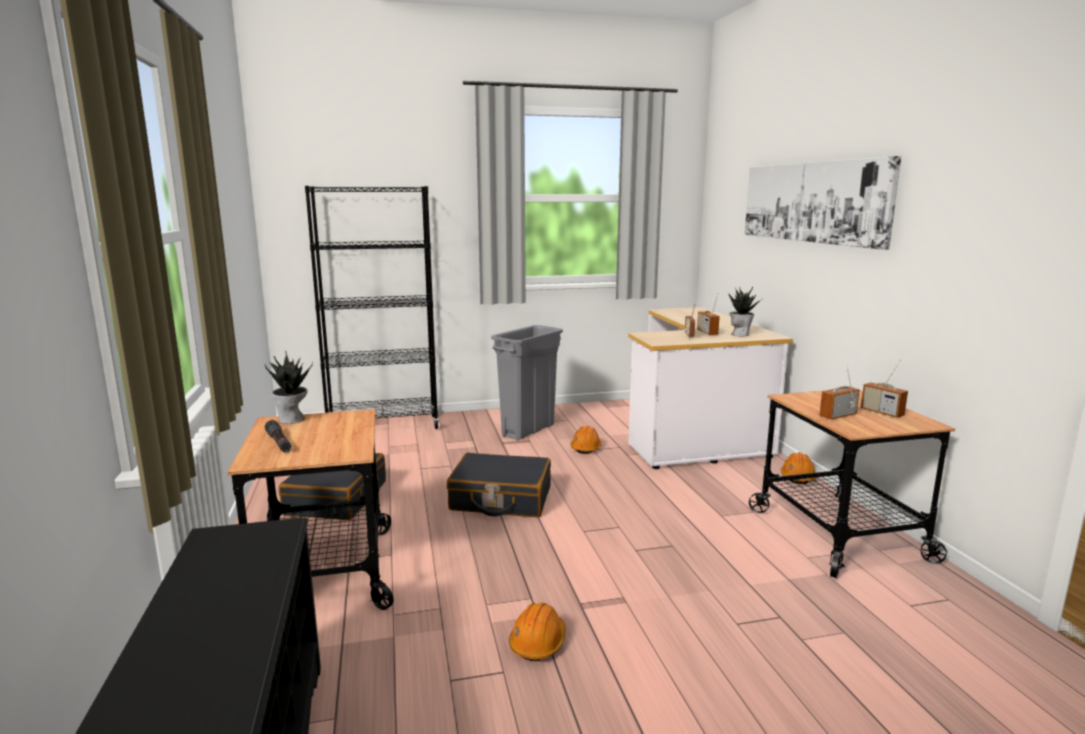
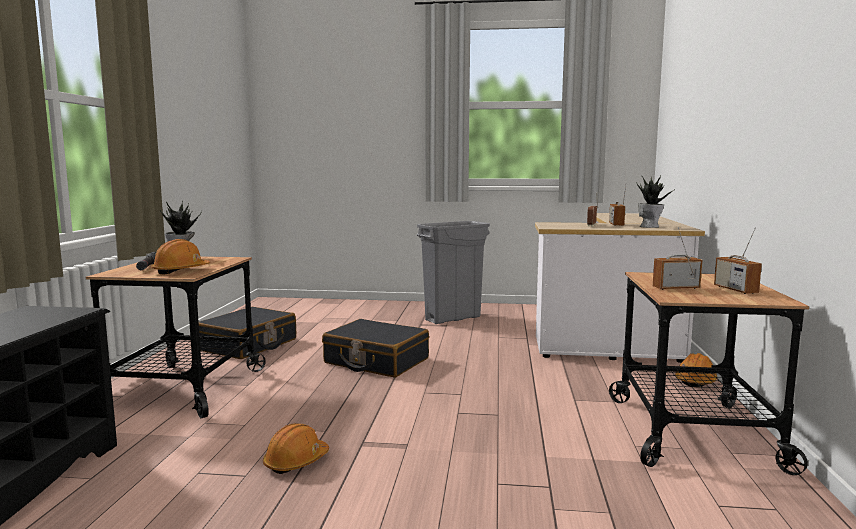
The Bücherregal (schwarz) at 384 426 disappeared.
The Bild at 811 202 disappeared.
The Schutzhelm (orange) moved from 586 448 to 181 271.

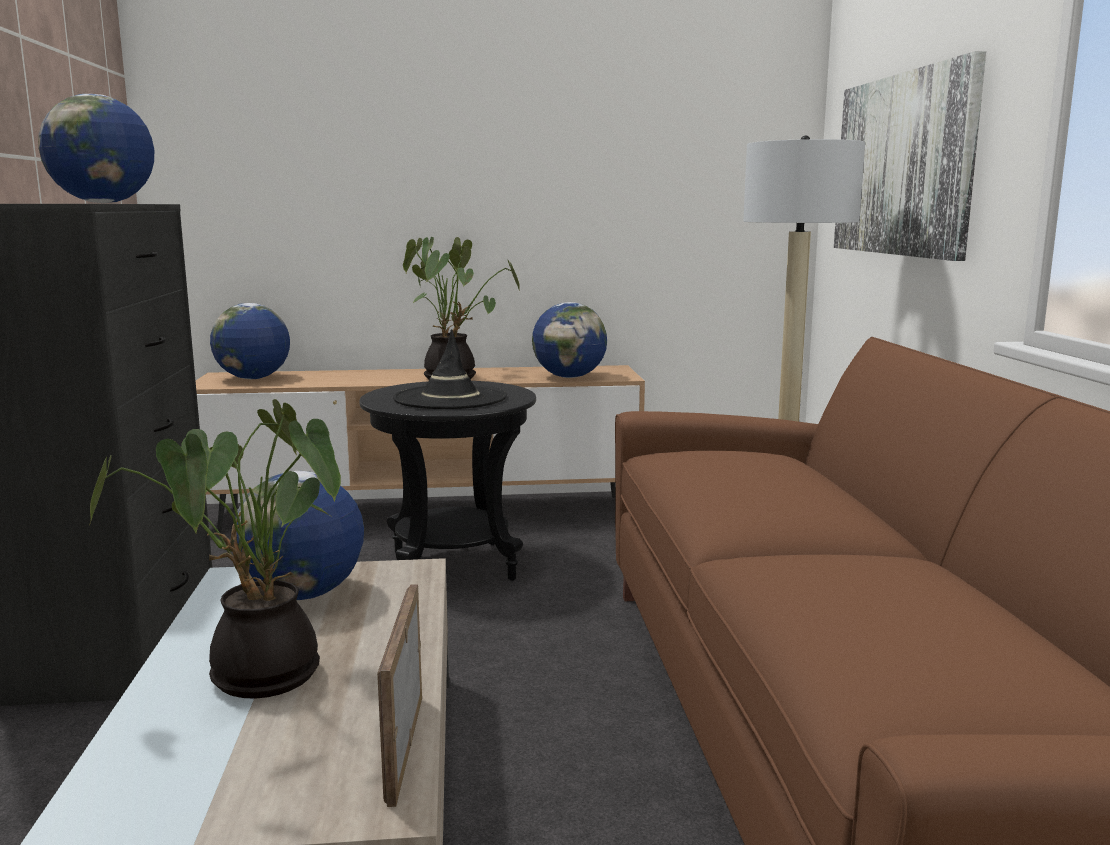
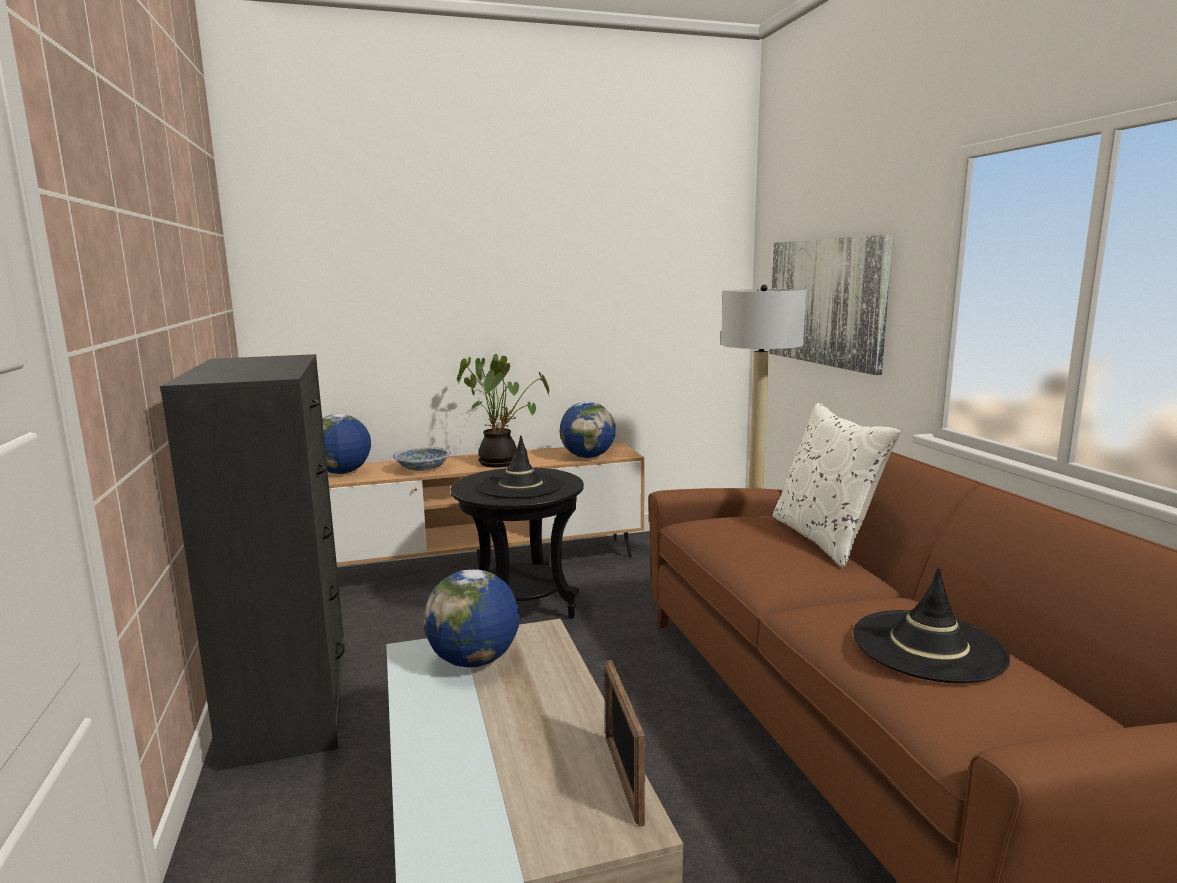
The Globus at 104 203 disappeared.
The Topfpflanze at 255 678 disappeared.
The Schüssel at 423 469 appeared.
The Kissen (weiß) at 825 538 appeared.
The Hut (schwarz) at 928 646 appeared.

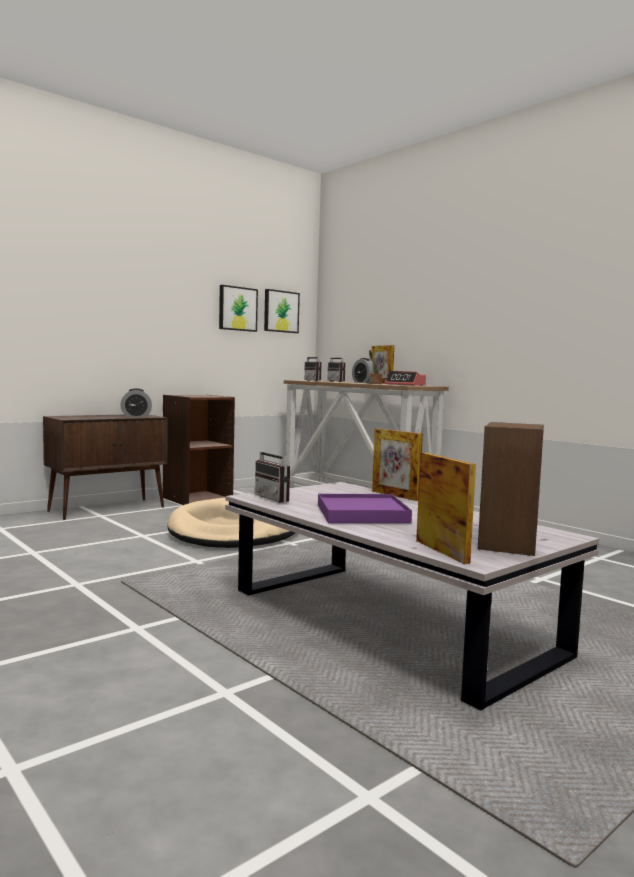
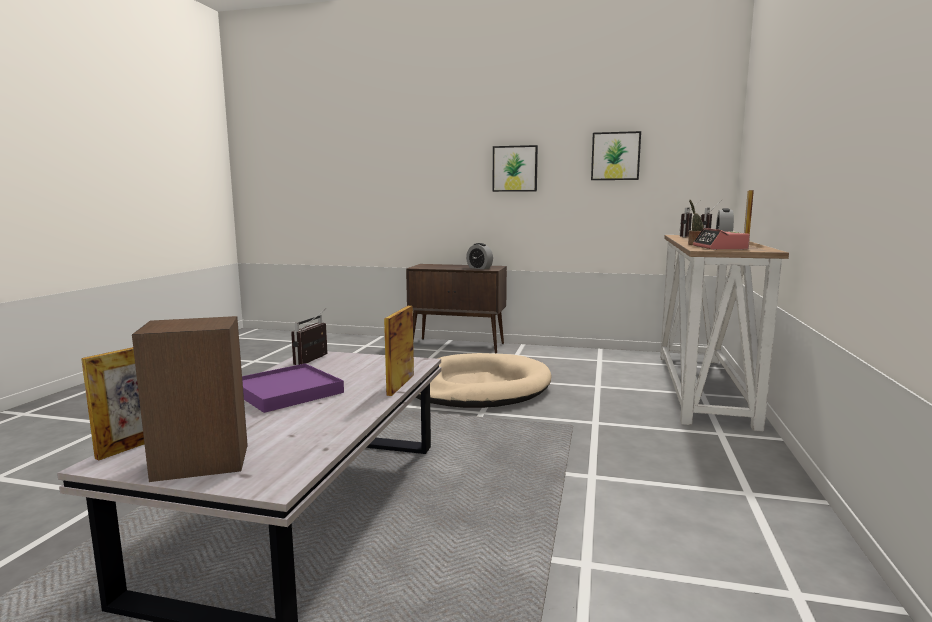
The Bücherregal (braun) at 197 499 disappeared.
The Bild moved from 280 311 to 515 169.

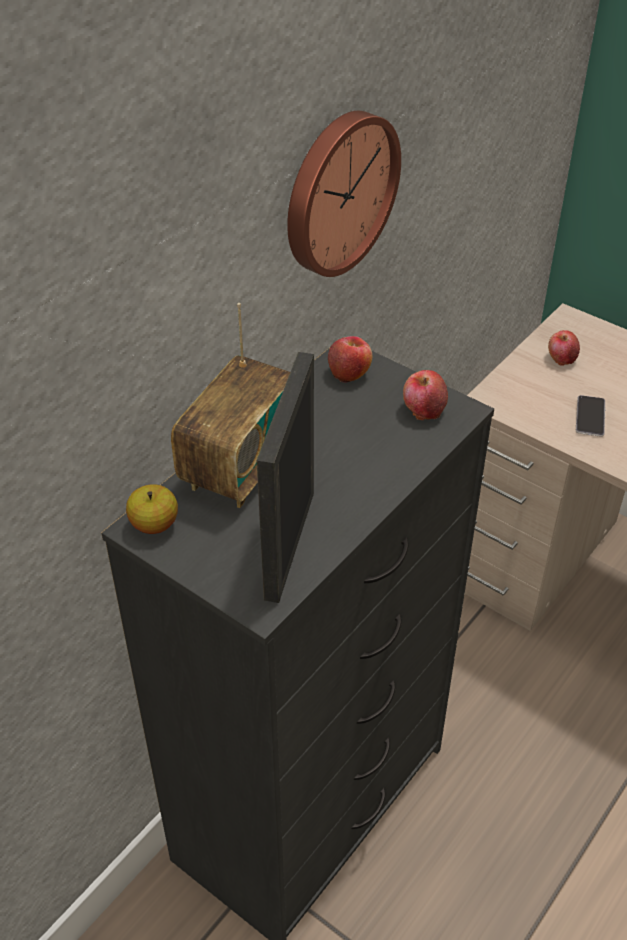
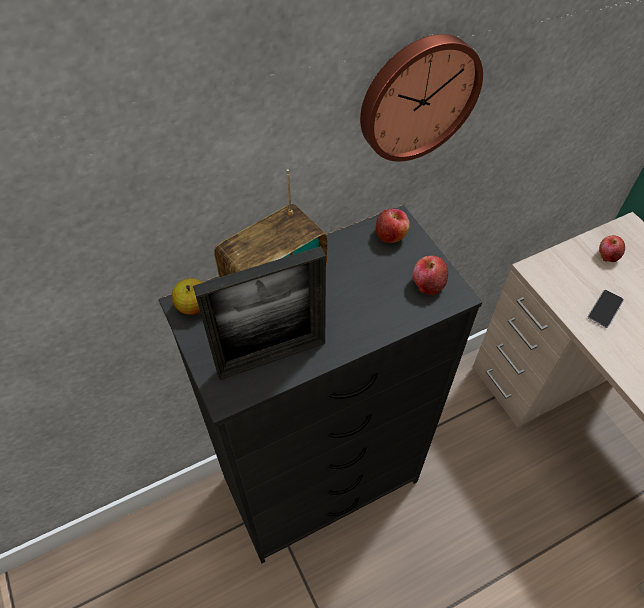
The Bilderrahmen at 289 544 turned 150 degrees counterclockwise.

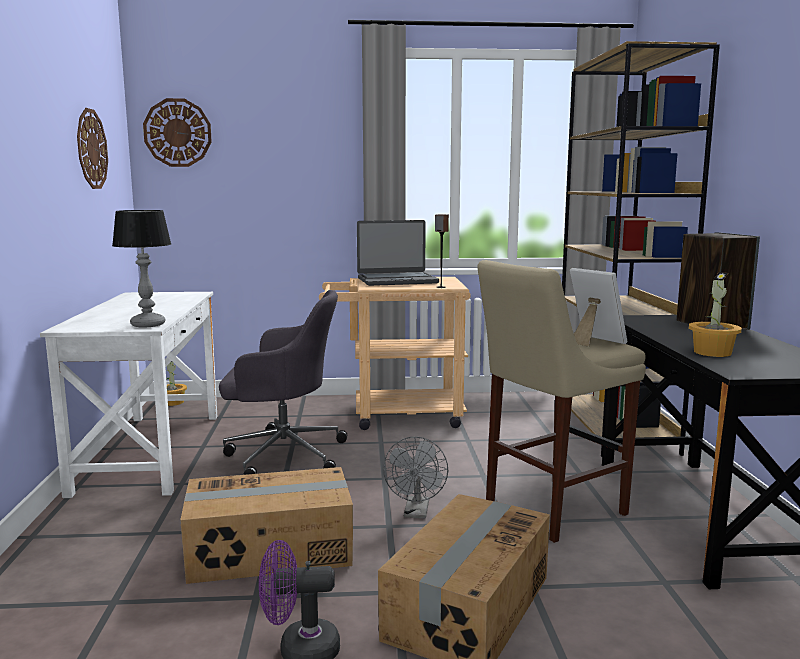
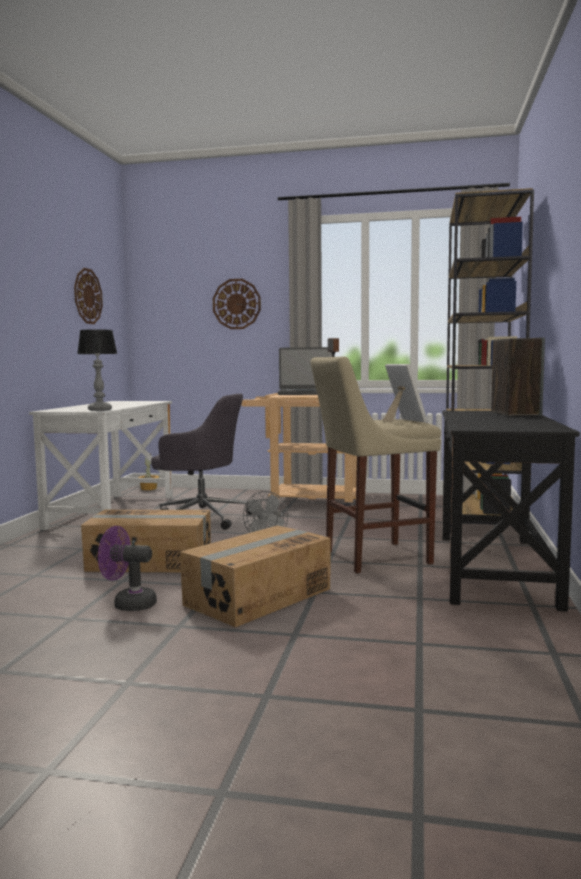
The Topfpflanze at 713 352 disappeared.
The Wanduhr moved from 177 133 to 236 304.

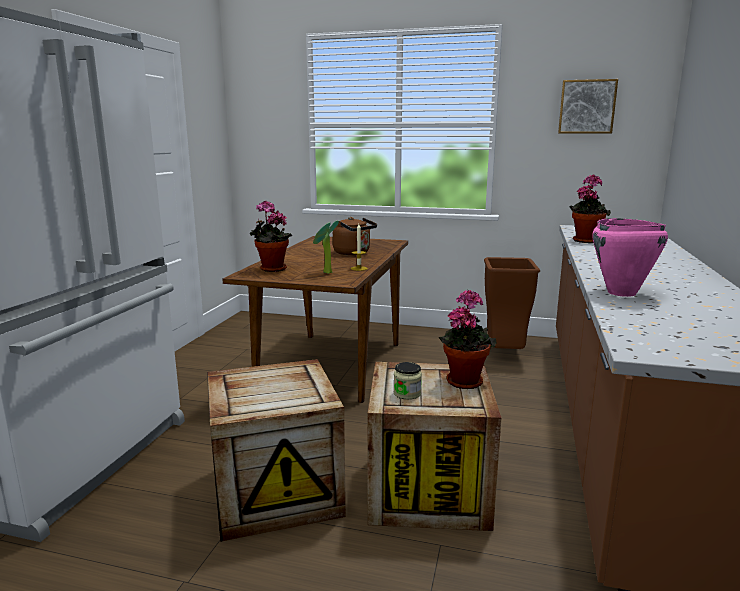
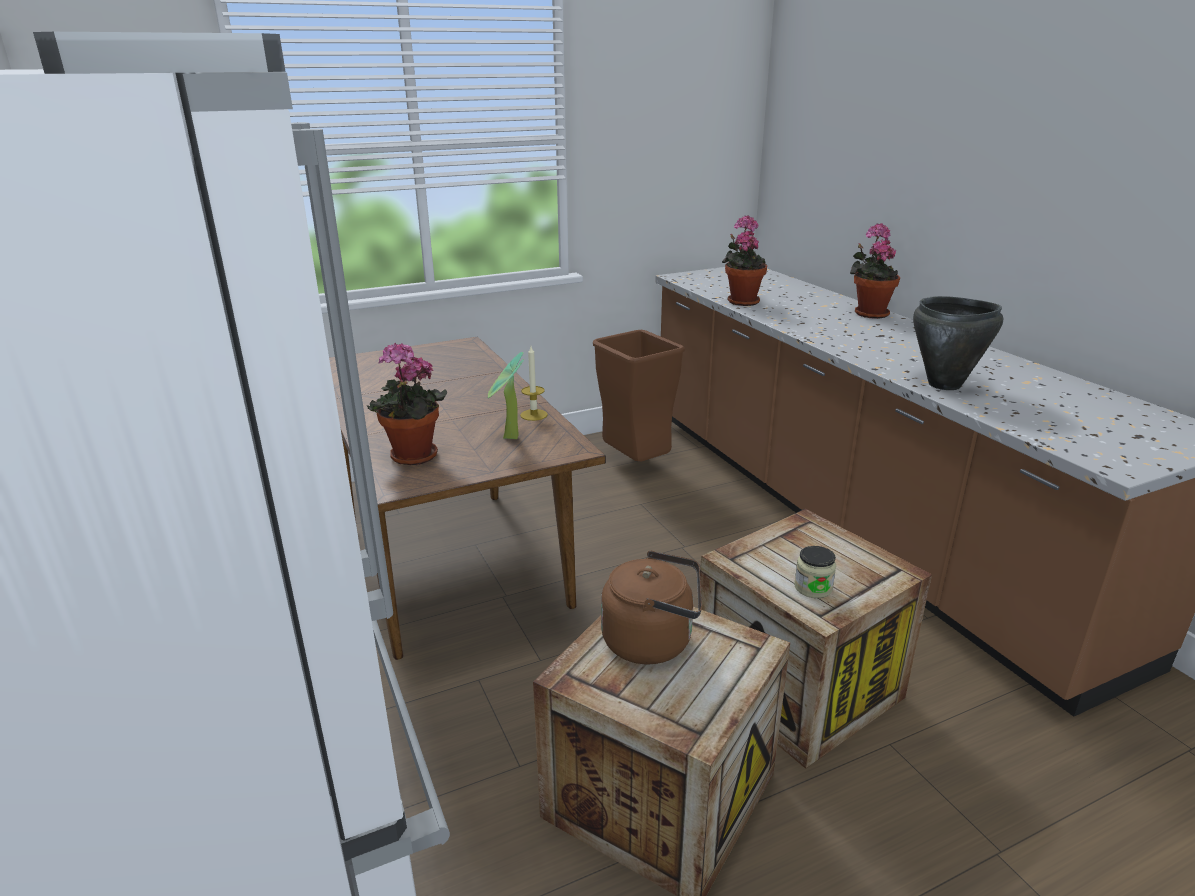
The Bild at 587 107 disappeared.
The Wasserkessel (braun) moved from 354 253 to 653 641.
The Topfpflanze moved from 464 380 to 869 313.
The Kochtopf (rosa) at 621 293 became the Kochtopf (schwarz) at 944 385.

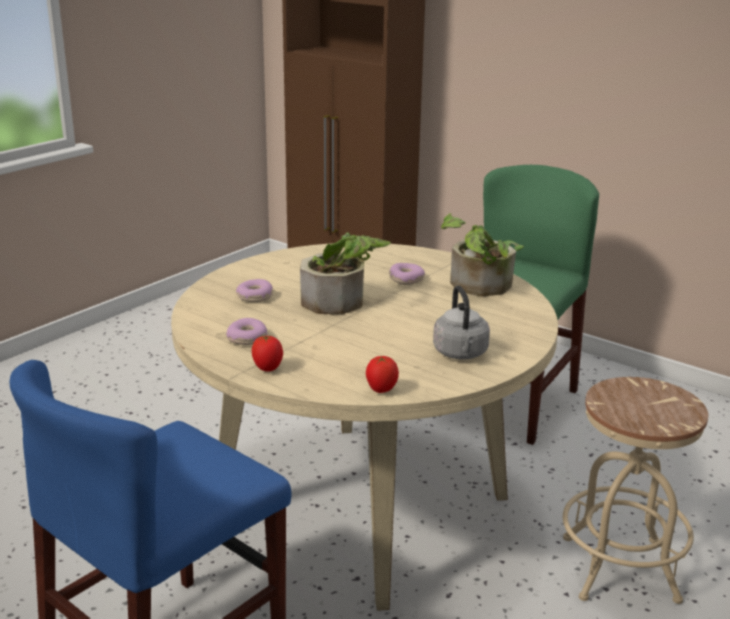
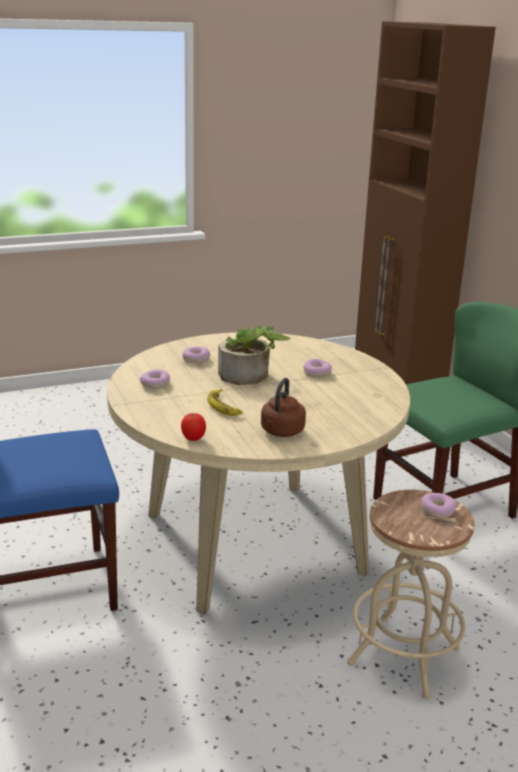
The Tomate at 268 369 disappeared.
The Topfpflanze at 478 287 disappeared.
The Banane at 224 406 appeared.
The Donut at 437 510 appeared.
The Wasserkessel (grau) at 461 354 became the Wasserkessel (braun) at 281 432.

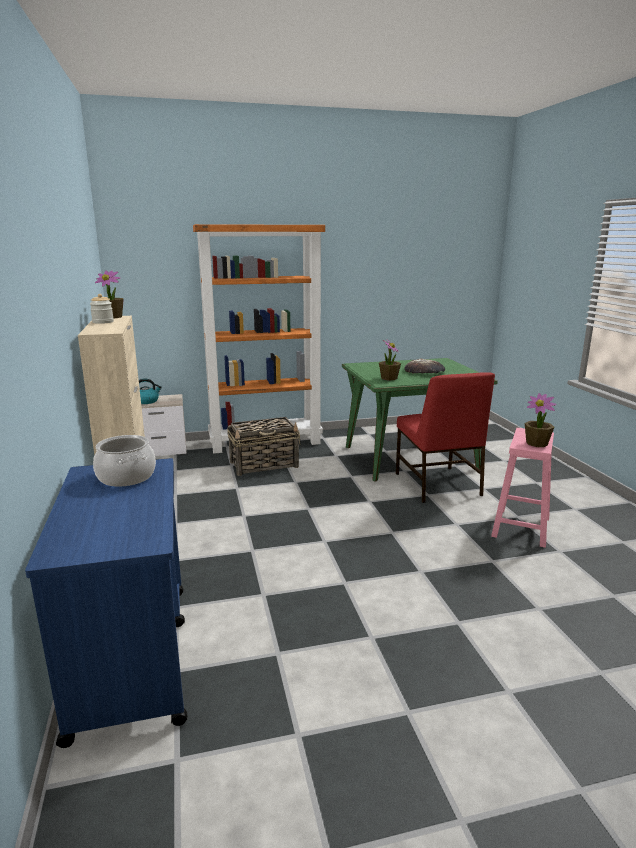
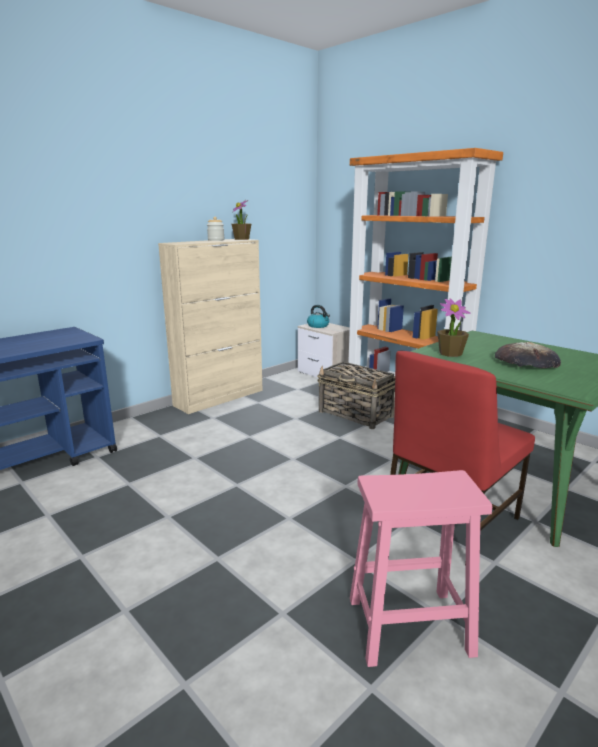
The Kochtopf at 126 477 disappeared.
The Topfpflanze at 537 443 disappeared.

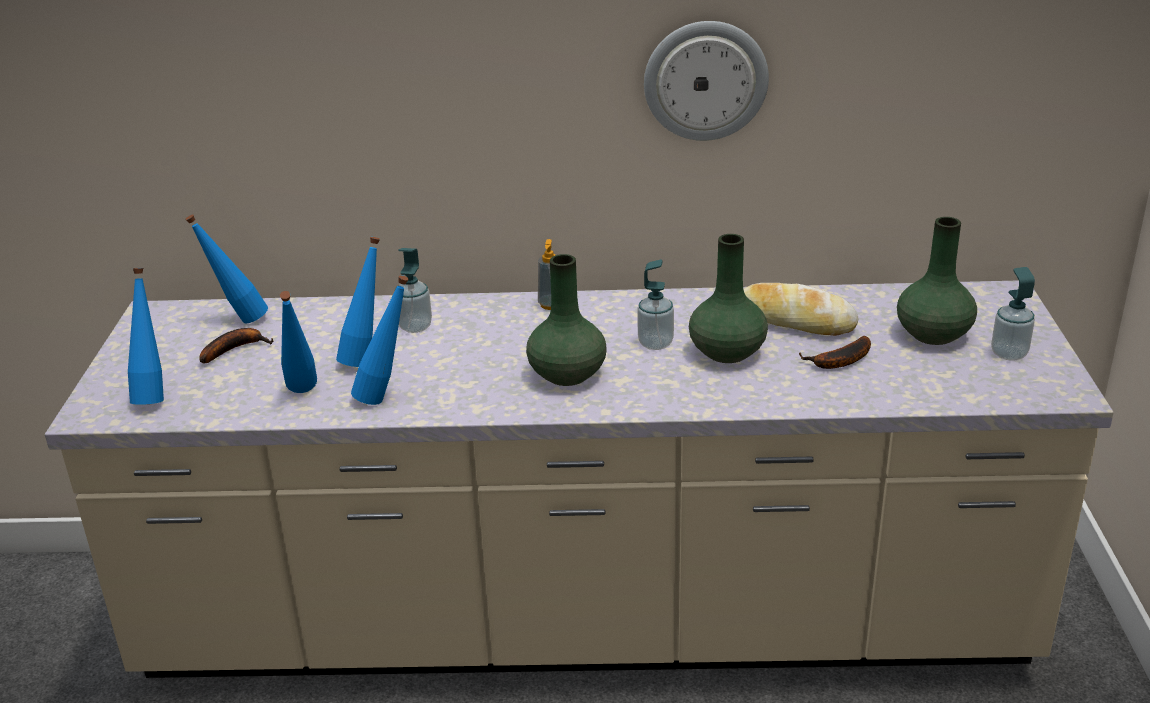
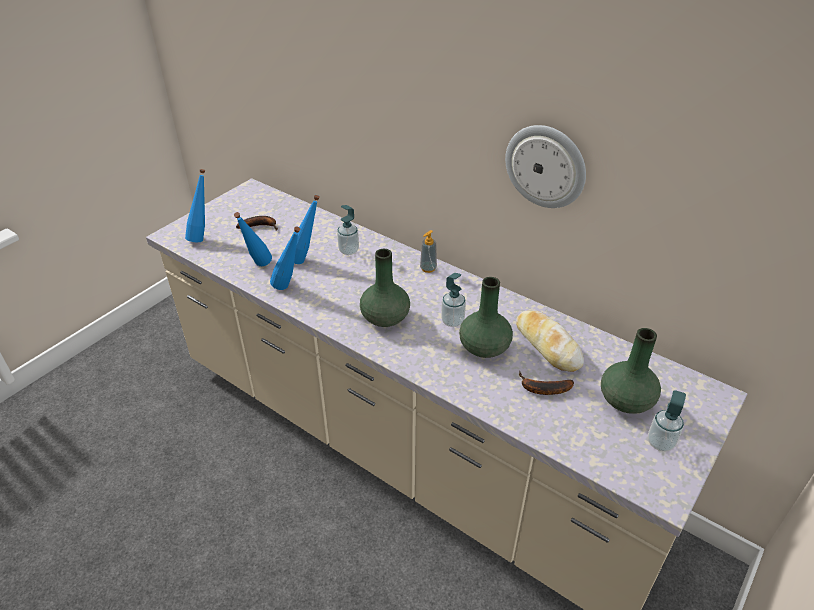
The Flasche (blau) at 238 320 disappeared.

